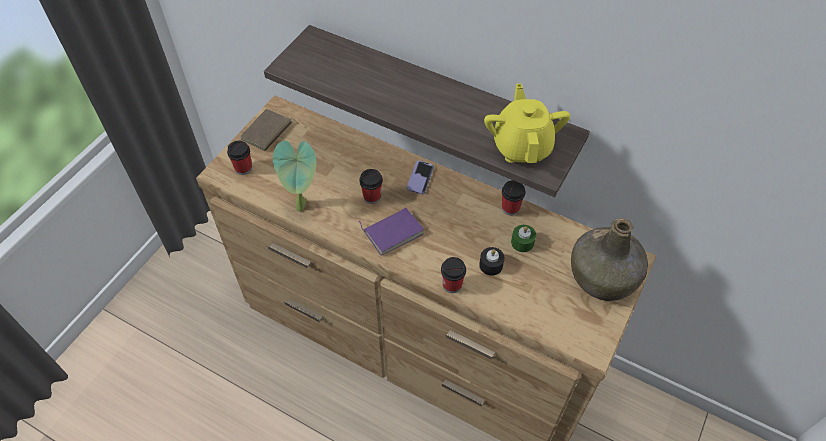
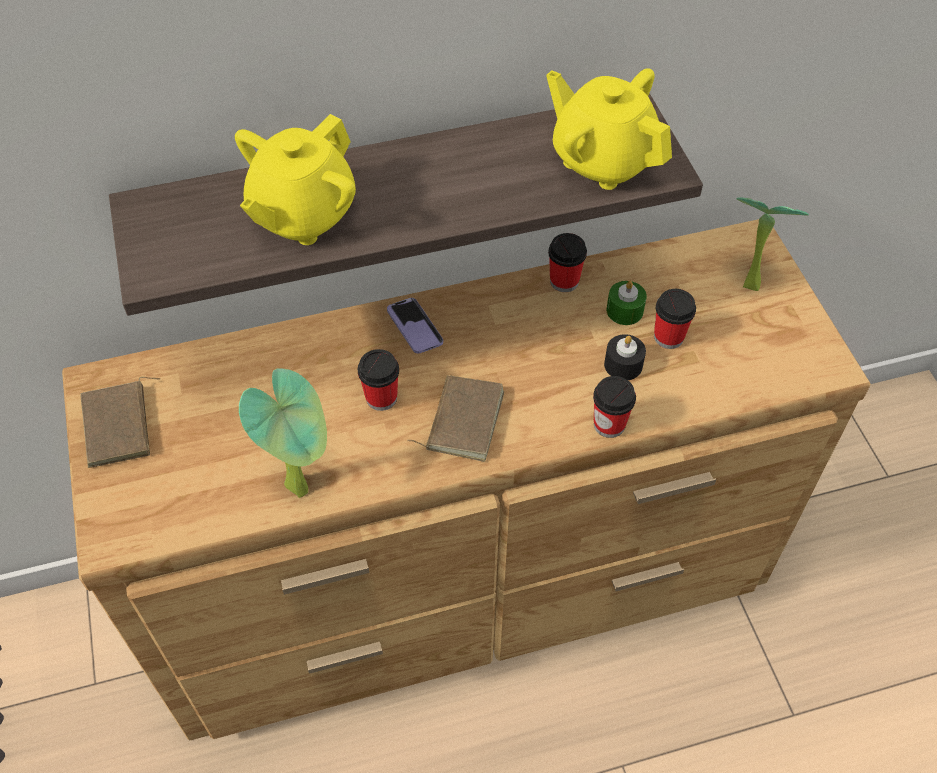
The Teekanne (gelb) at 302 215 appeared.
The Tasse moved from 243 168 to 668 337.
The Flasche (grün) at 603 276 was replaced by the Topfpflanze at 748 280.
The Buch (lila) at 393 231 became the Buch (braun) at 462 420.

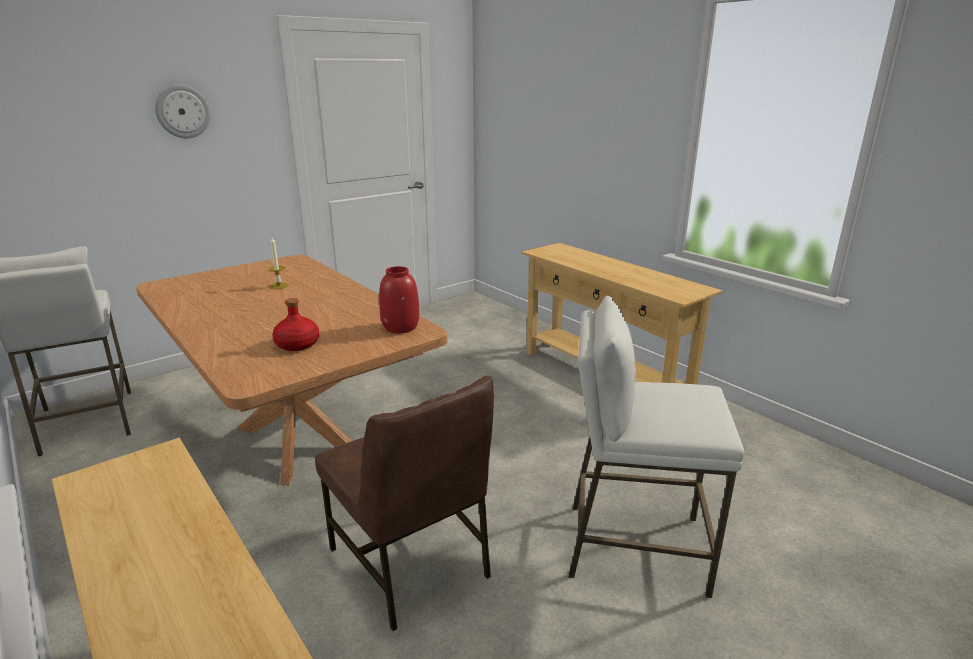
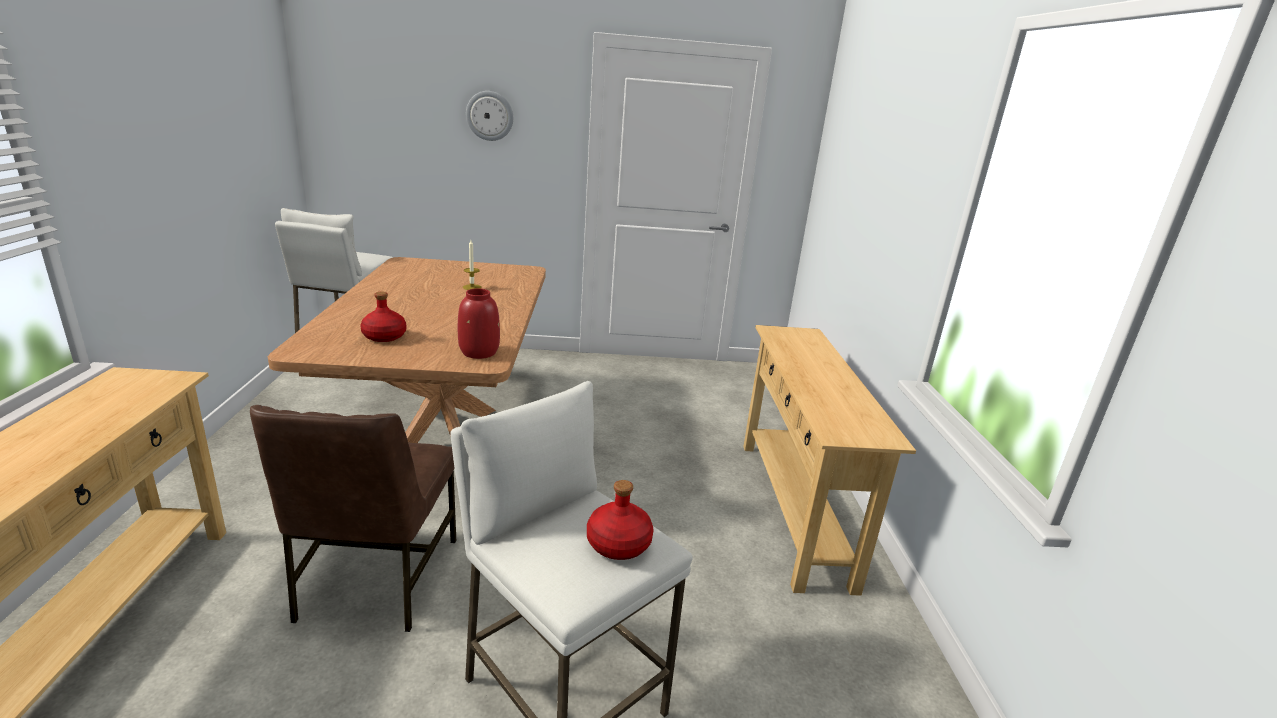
The Flasche (rot) at 619 544 appeared.

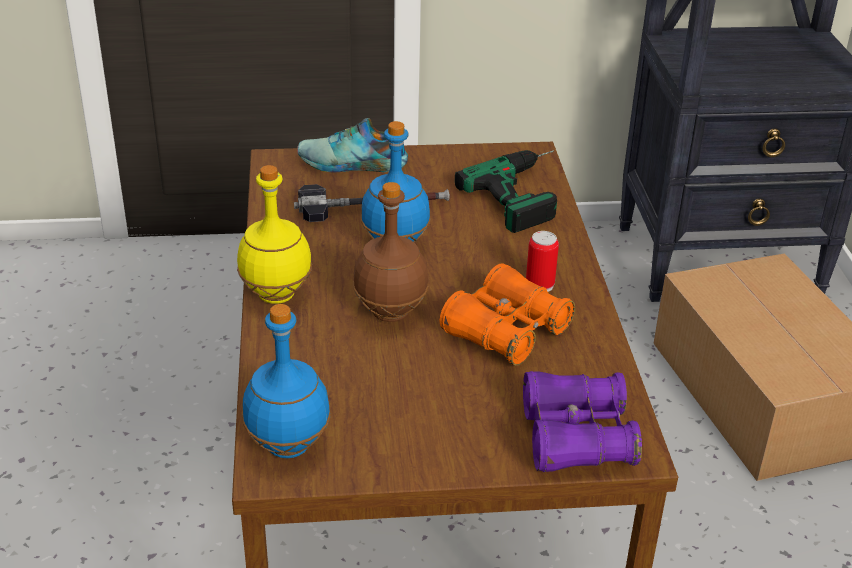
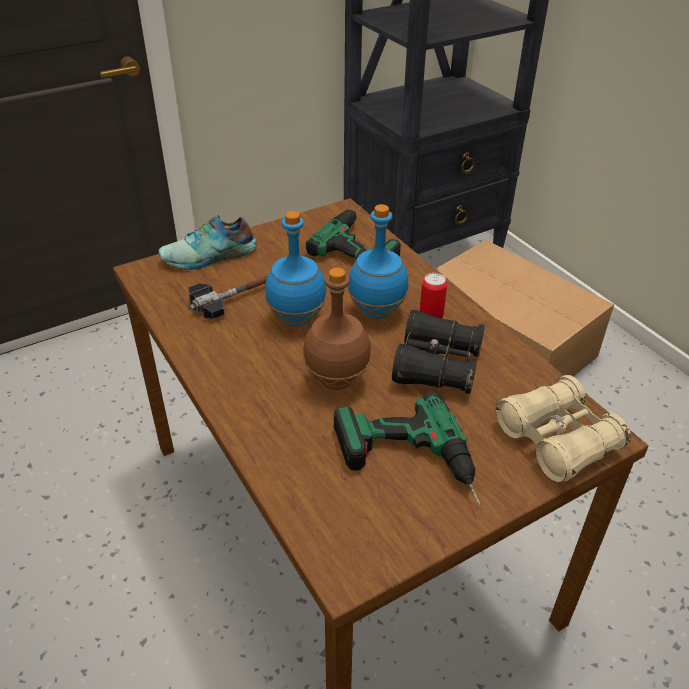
The Flasche (gelb) at 276 296 disappeared.
The Bohrmaschine at 409 466 appeared.
The Flasche (blau) moved from 289 445 to 377 311.
The Fernglas (orange) at 506 331 became the Fernglas (schwarz) at 436 365.
The Fernglas (lila) at 576 437 became the Fernglas (beige) at 557 440.

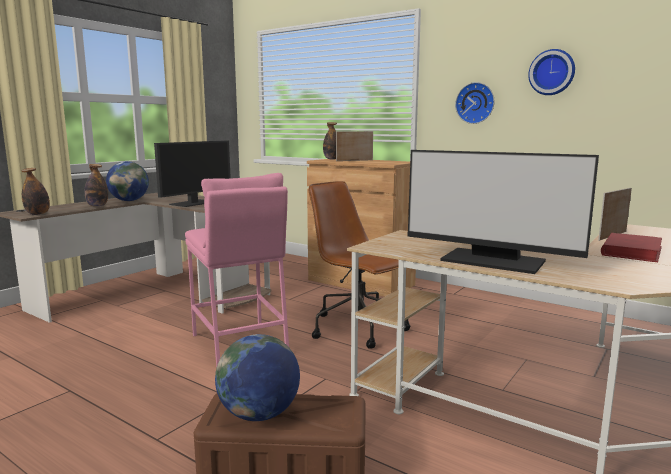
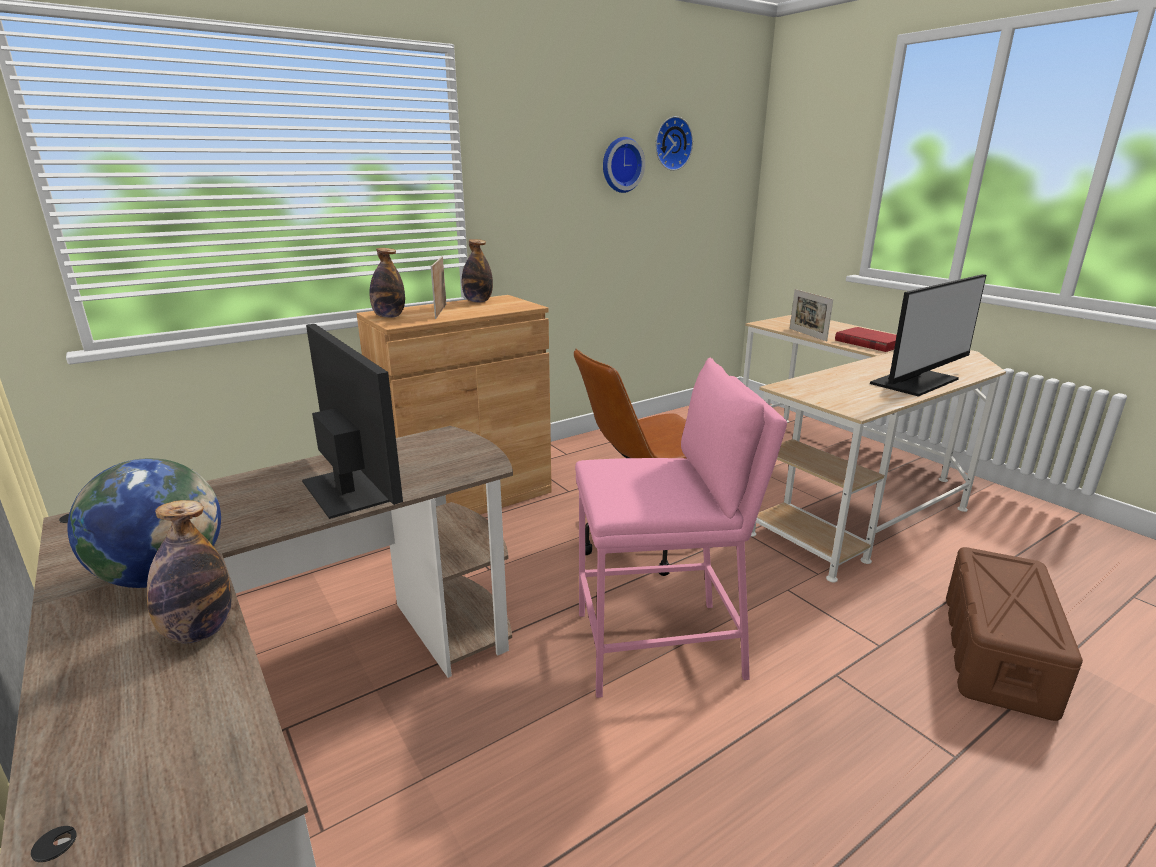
The Globus at 259 414 disappeared.
The Flasche moved from 38 214 to 478 301.
The Wanduhr moved from 475 103 to 671 143.

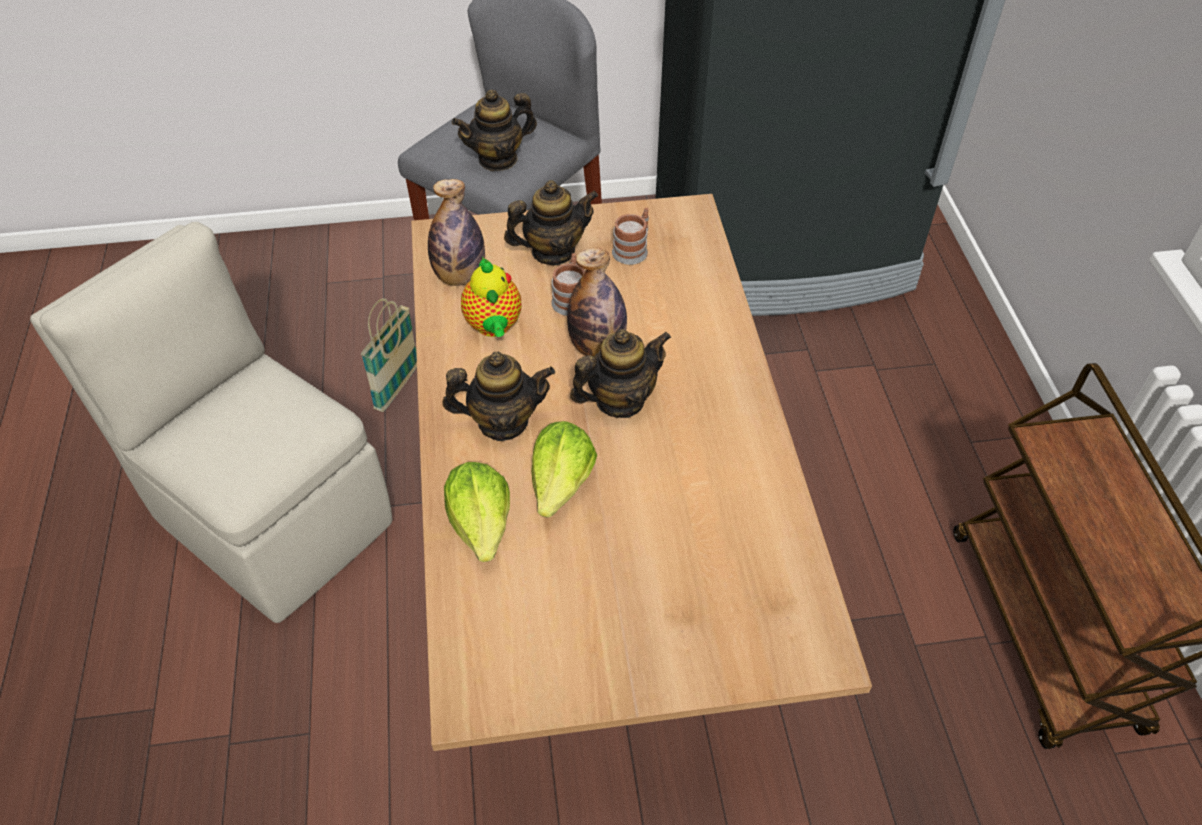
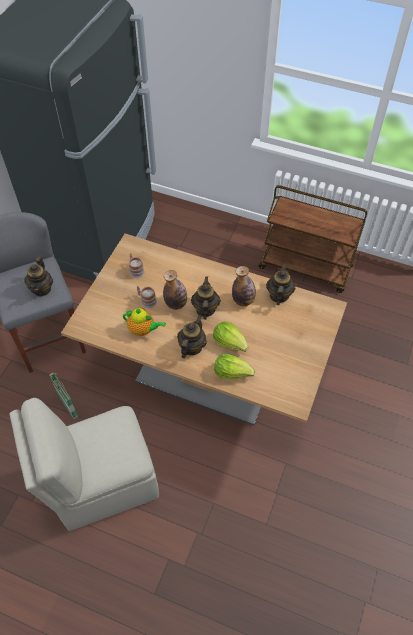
The Flasche moved from 459 276 to 243 300.
The Teekanne moved from 553 252 to 279 295.

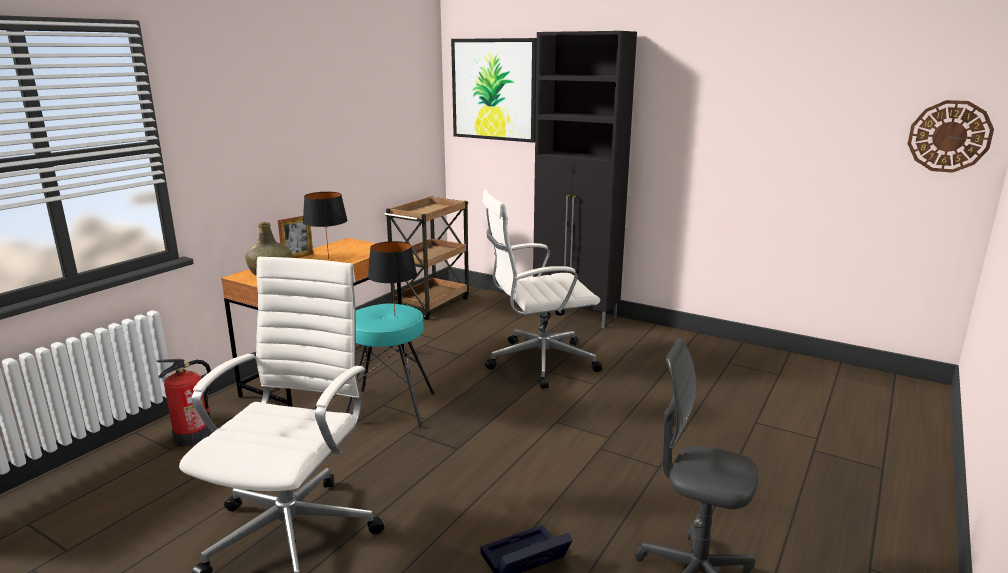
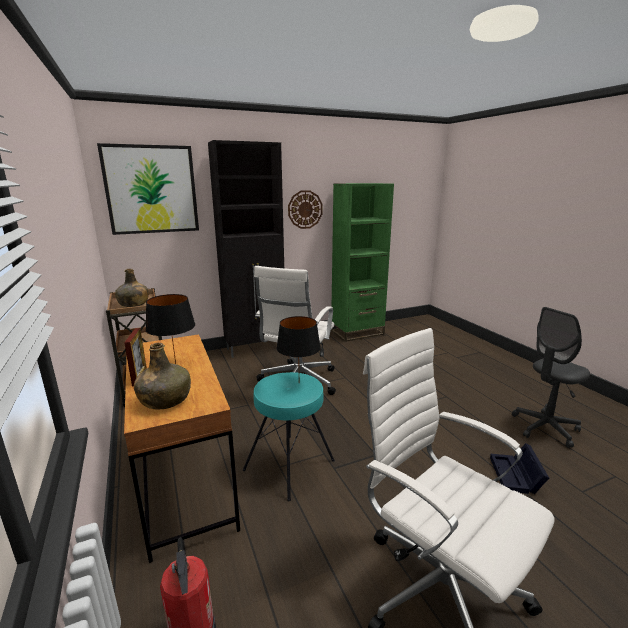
The Flasche (grün) at 133 304 appeared.
The Bücherregal (grün) at 357 332 appeared.
The Wanduhr moved from 949 136 to 305 209.

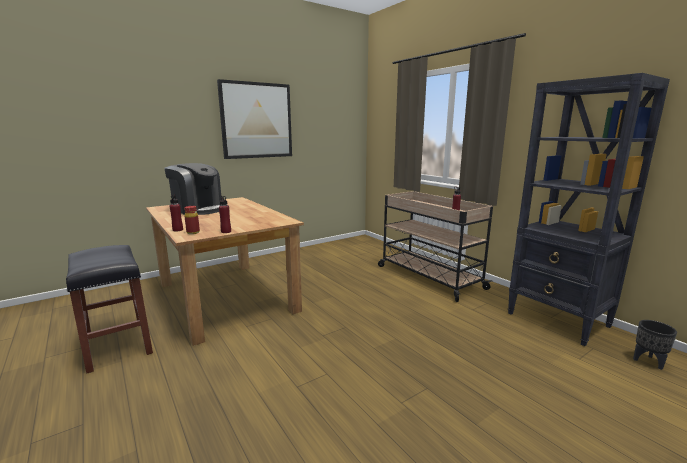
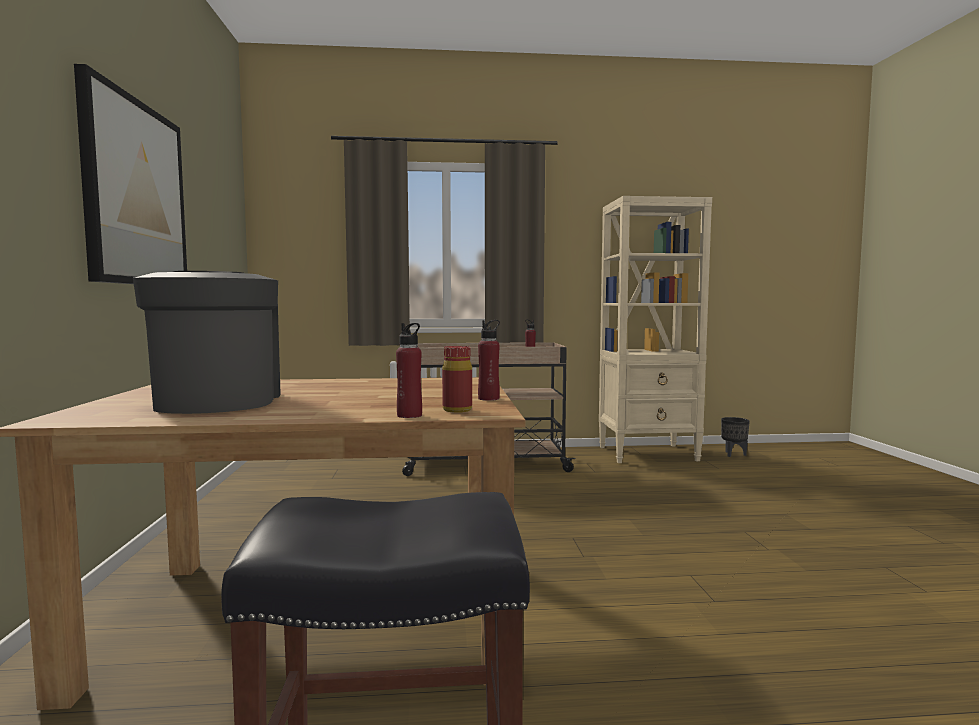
The Bücherregal (schwarz) at 558 320 became the Bücherregal (beige) at 648 454.
The Kaffeemaschine at 198 210 turned 75 degrees counterclockwise.

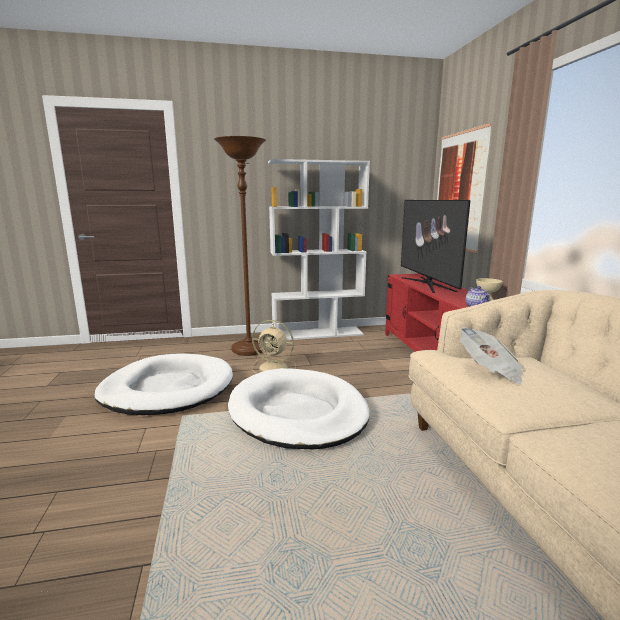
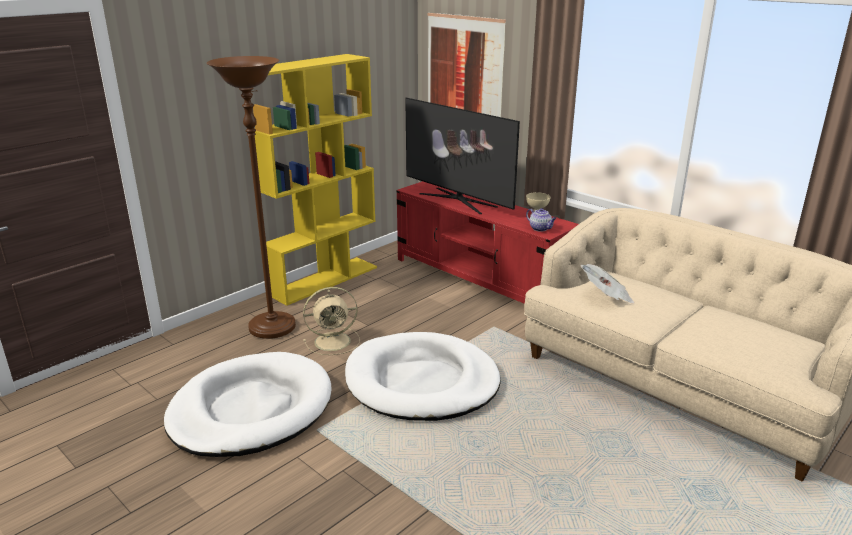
The Bücherregal (weiß) at 317 333 became the Bücherregal (gelb) at 324 280.

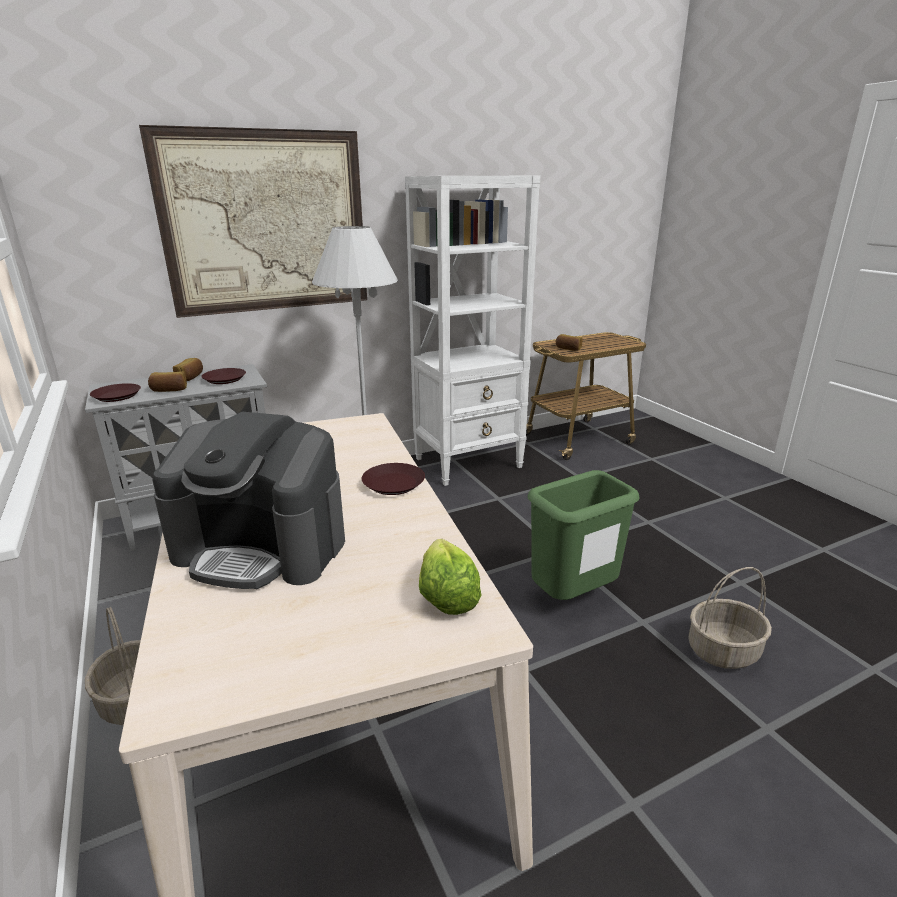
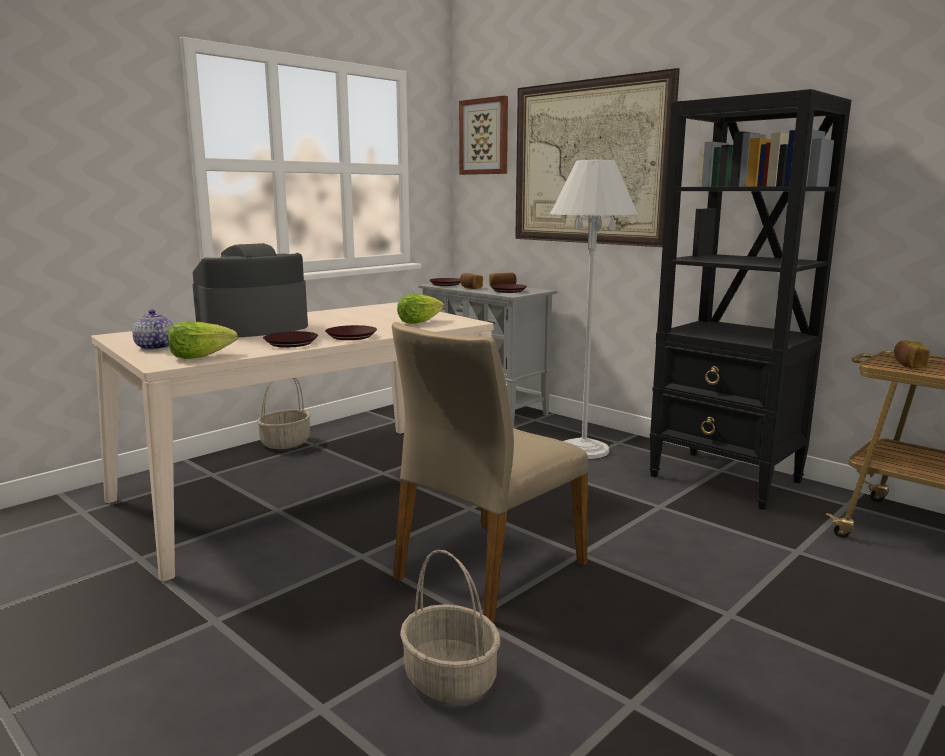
The Teekanne at 155 347 appeared.
The Teller (braun) at 290 343 appeared.
The Salatkopf at 419 322 appeared.
The Bild at 484 136 appeared.
The Mülleimer (grün) at 573 599 was replaced by the Stuhl (beige) at 487 570.
The Bücherregal (weiß) at 469 462 became the Bücherregal (schwarz) at 726 479.
The Kaffeemaschine at 262 547 turned 60 degrees clockwise.

